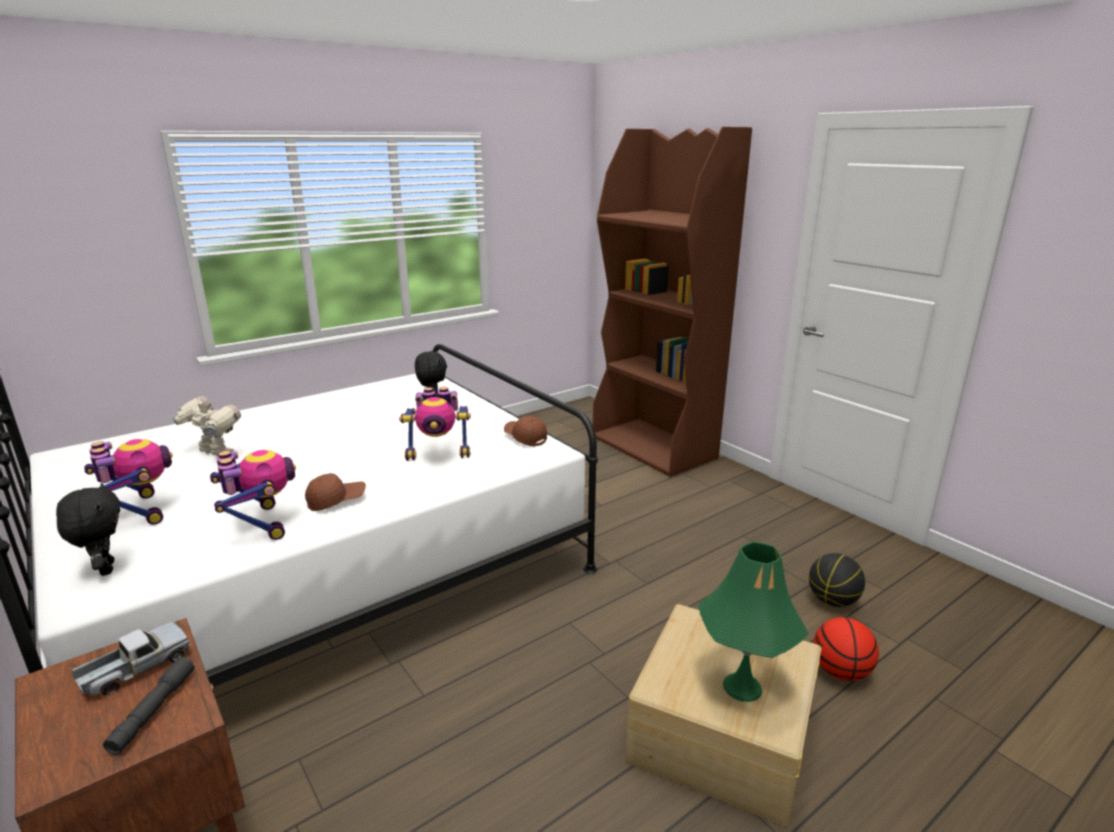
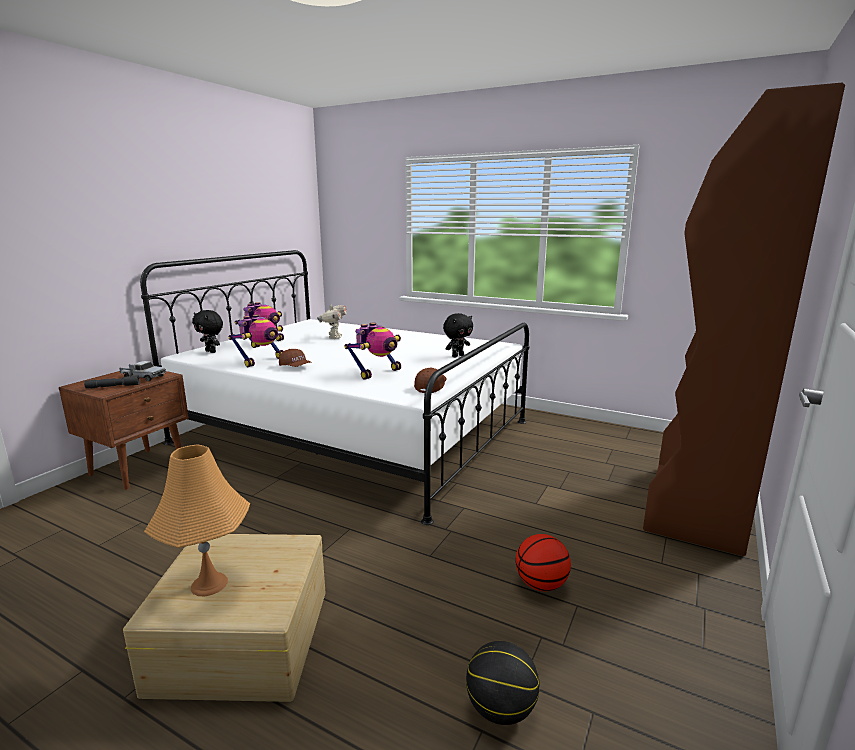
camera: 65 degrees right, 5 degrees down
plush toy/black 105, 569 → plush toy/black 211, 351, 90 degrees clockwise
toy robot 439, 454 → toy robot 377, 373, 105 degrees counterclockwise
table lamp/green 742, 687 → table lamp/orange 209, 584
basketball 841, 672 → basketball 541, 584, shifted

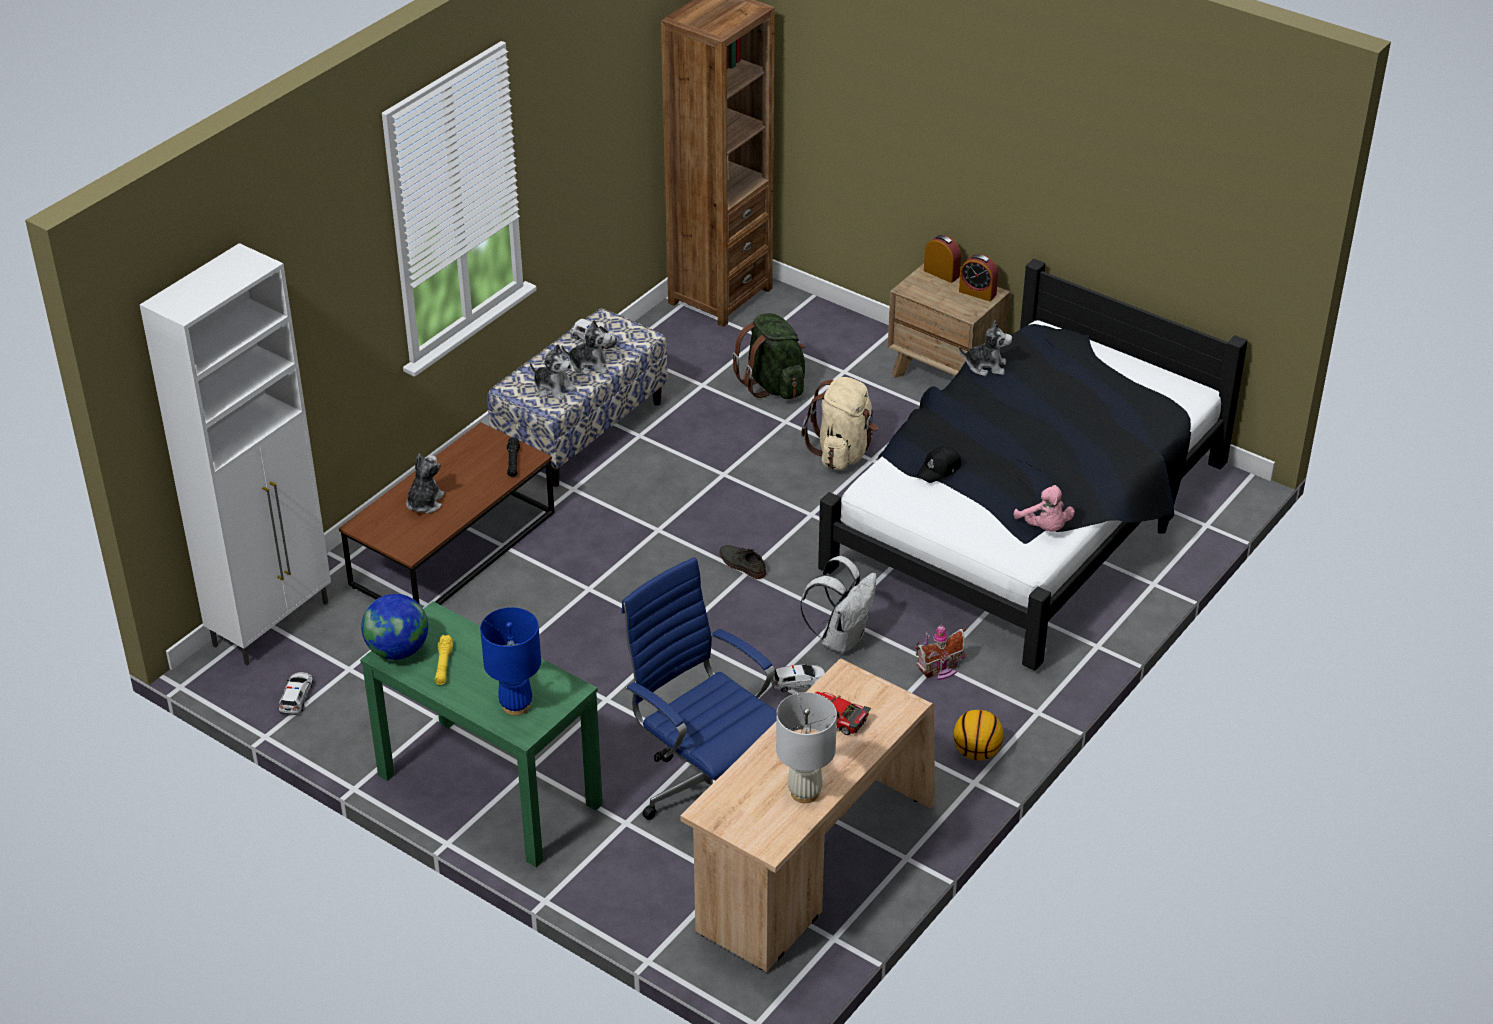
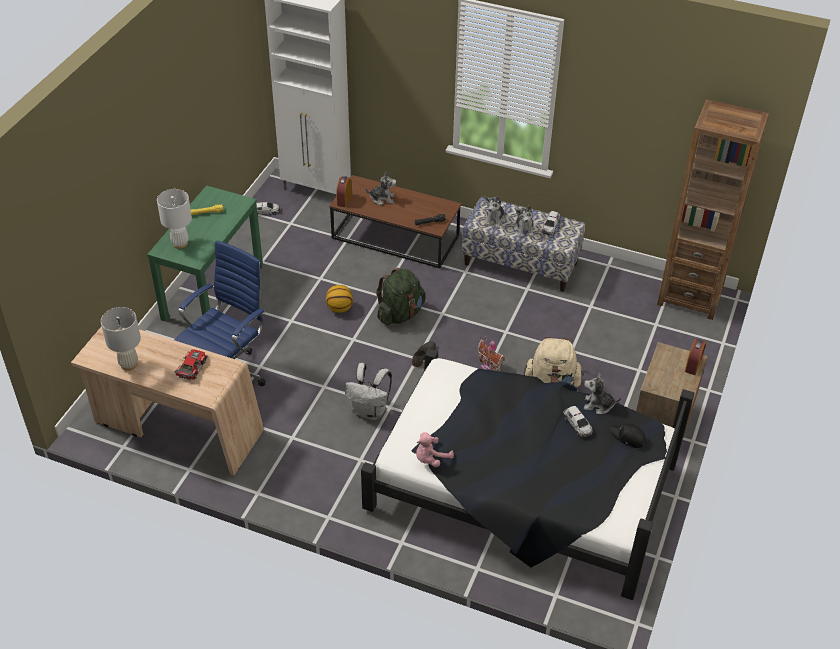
camera: 75 degrees right, 5 degrees up
globe 398, 650 → -
table lamp/blue 516, 706 → table lamp/white 180, 243
backpack/green 773, 385 → backpack/green 400, 314, shifted
toy car 798, 682 → toy car 577, 424, shifted
toy house 940, 670 → toy house 489, 366, shifted
cap/black 939, 469 → cap/black 628, 437, shifted
basketball 976, 752 → basketball 339, 308, shifted
alarm clock 977, 293 → alarm clock 344, 200, shifted
plush toy 985, 366 → plush toy 598, 405, 105 degrees clockwise

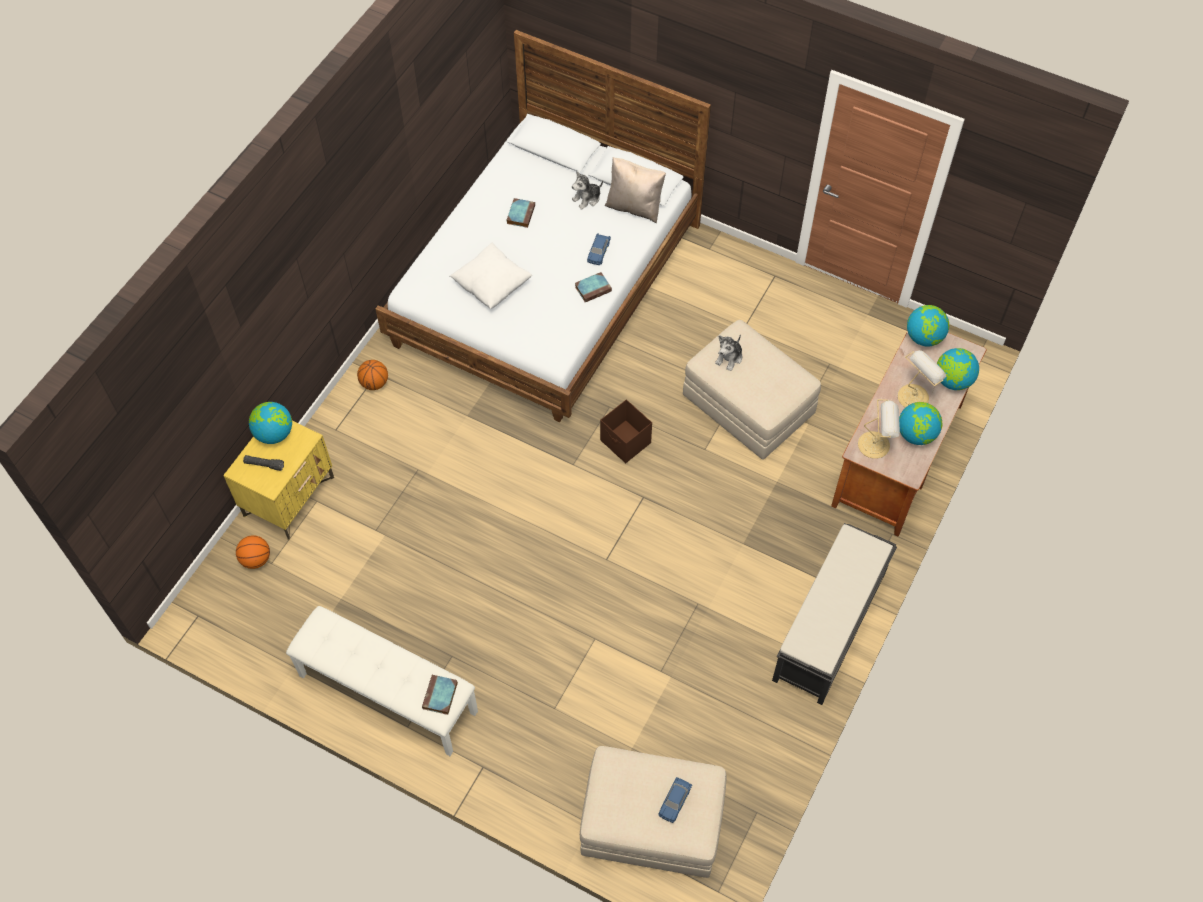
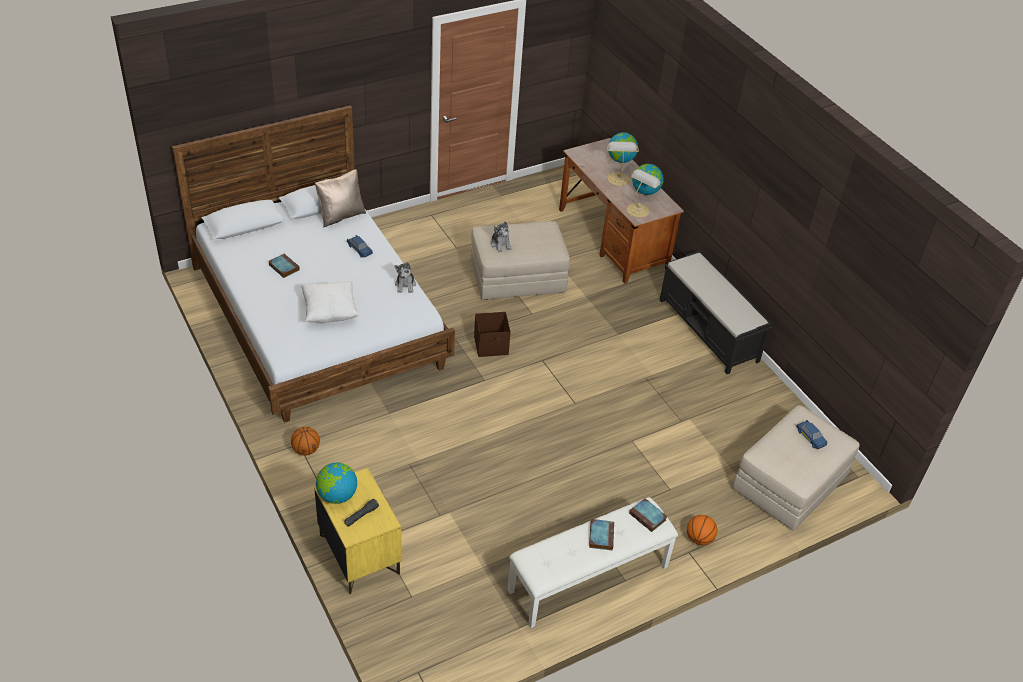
camera: 60 degrees left, 15 degrees down
basketball 256, 559 → basketball 699, 538, shifted
plush toy 587, 199 → plush toy 405, 285, shifted
book 593, 288 → book 601, 535, shifted
globe 924, 337 → -

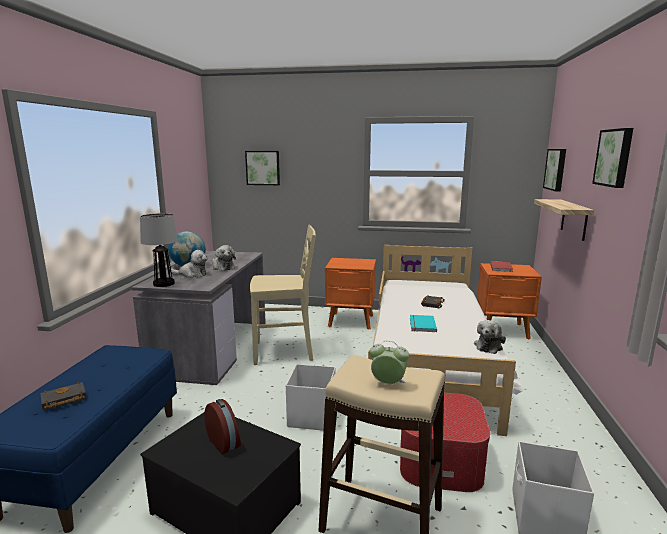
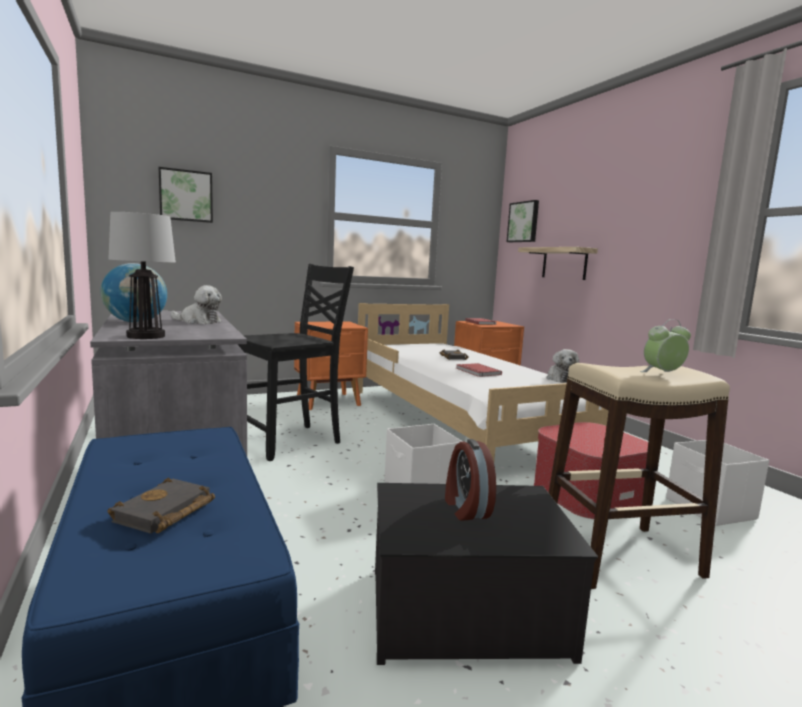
camera: 35 degrees left, 5 degrees down
plush toy 192, 274 → -
alarm clock 224, 442 → alarm clock 465, 508, 120 degrees counterclockwise
chair/beige 285, 352 → chair/black 291, 441
book/turquoise 421, 325 → book/red 477, 372
picture 615, 157 → -

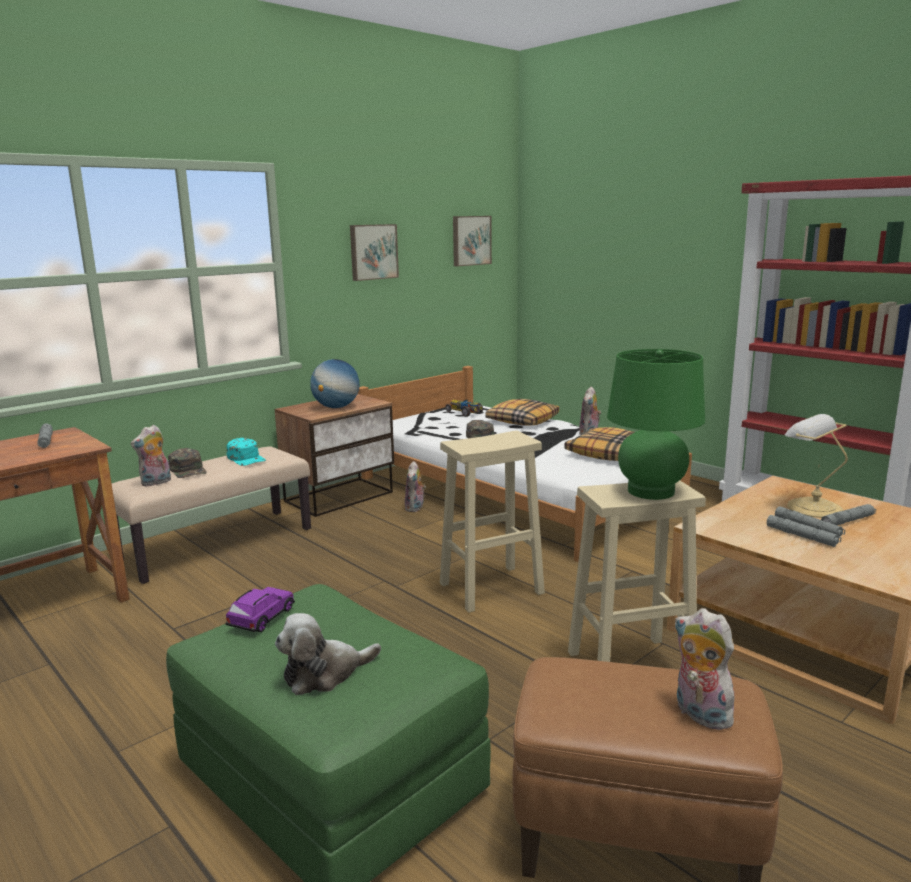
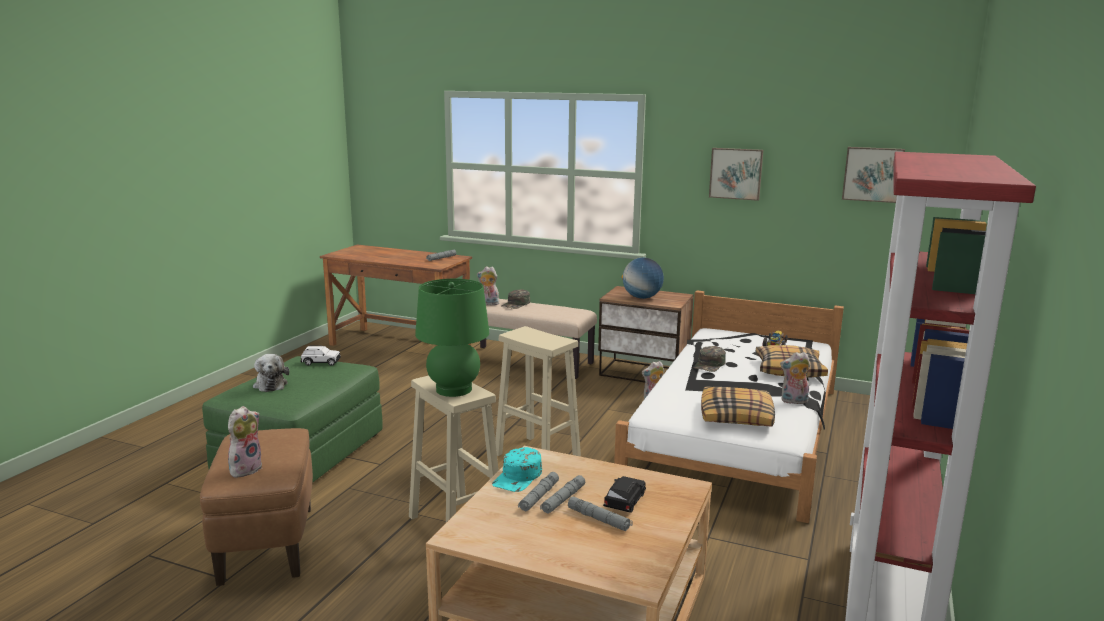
camera: 65 degrees right, 0 degrees up
toy car/purple 261, 618 → toy car/white 321, 362
cap/turquoise 246, 458 → cap/turquoise 518, 477, shifted
plush toy 325, 674 → plush toy 270, 384, 150 degrees counterclockwise
table lamp 811, 507 → toy car/black 624, 502

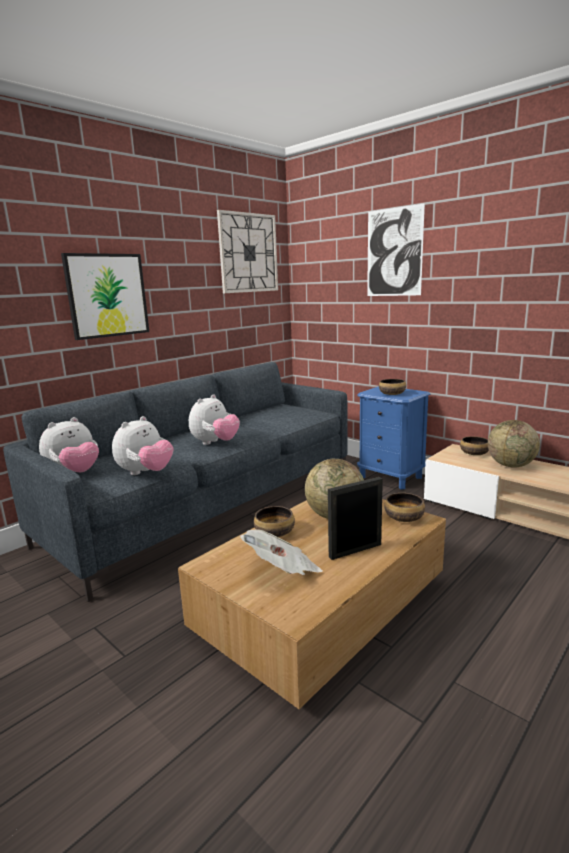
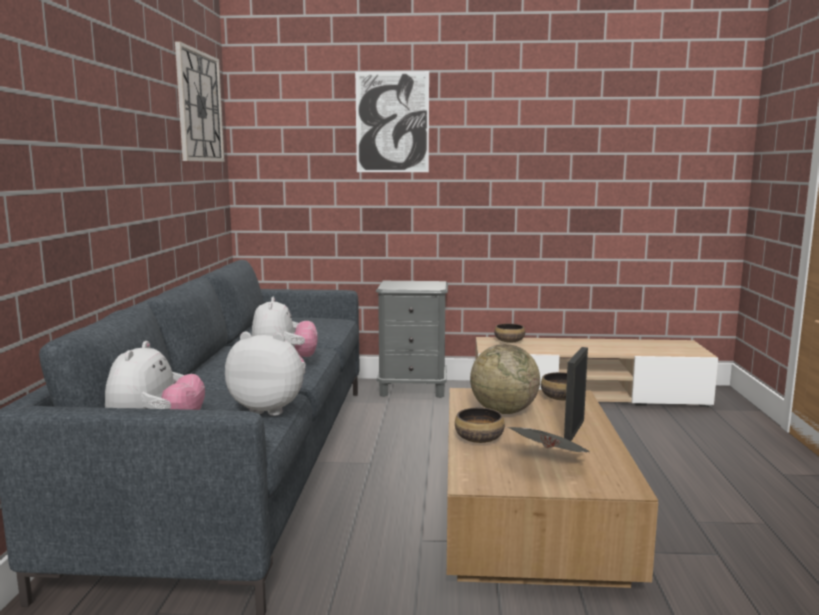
camera: 40 degrees left, 5 degrees down
picture 107, 295 → -
plush toy 145, 473 → plush toy 270, 409, 75 degrees counterclockwise
nightstand/blue 390, 477 → nightstand/grey 413, 389
bowl 392, 394 → -
globe 511, 465 → -

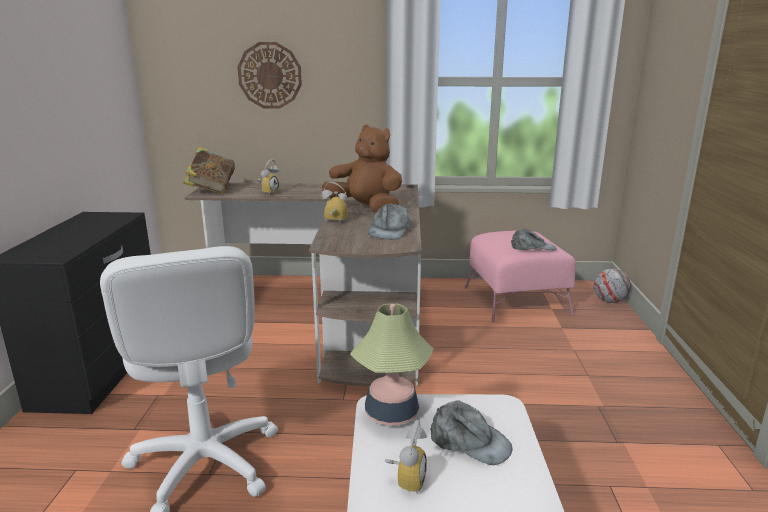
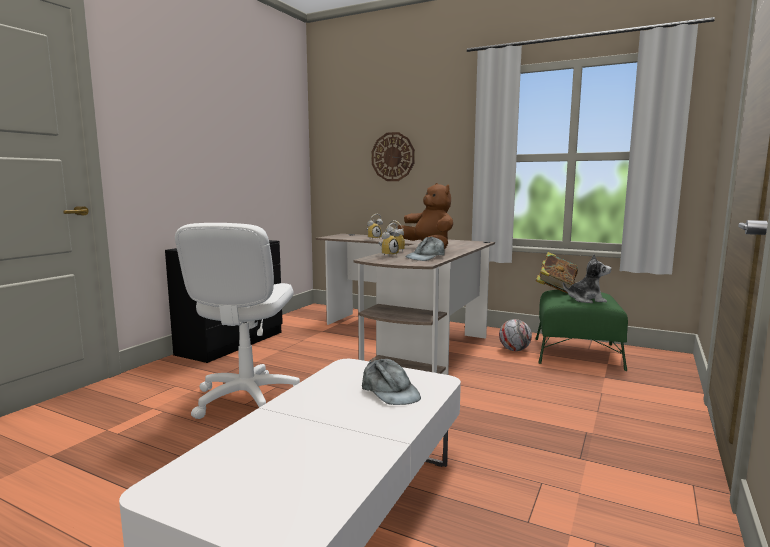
camera: 25 degrees right, 10 degrees down
book 211, 190 → book 556, 289, shifted
table lamp 392, 413 → -
alarm clock 406, 480 → alarm clock 388, 255, shifted
ottoman/pink 516, 300 → ottoman/green 577, 353
cap/grey 532, 247 → plush toy 586, 300
football 609, 301 → football 514, 350, shifted

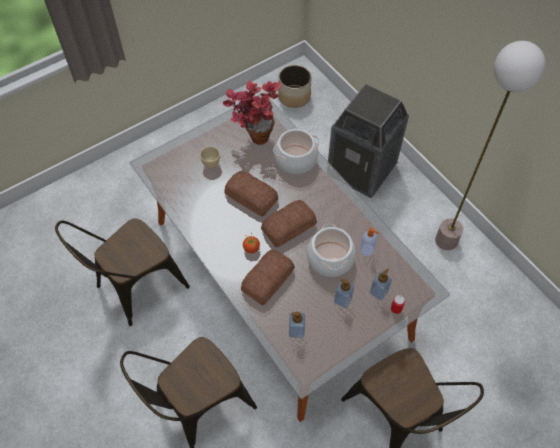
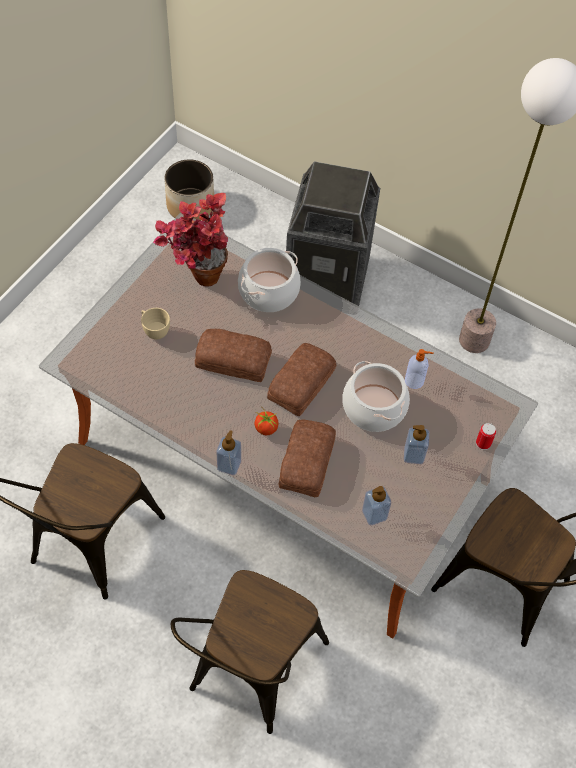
camera: 25 degrees left, 0 degrees up
soap dispenser 378, 292 → soap dispenser 229, 465, shifted

